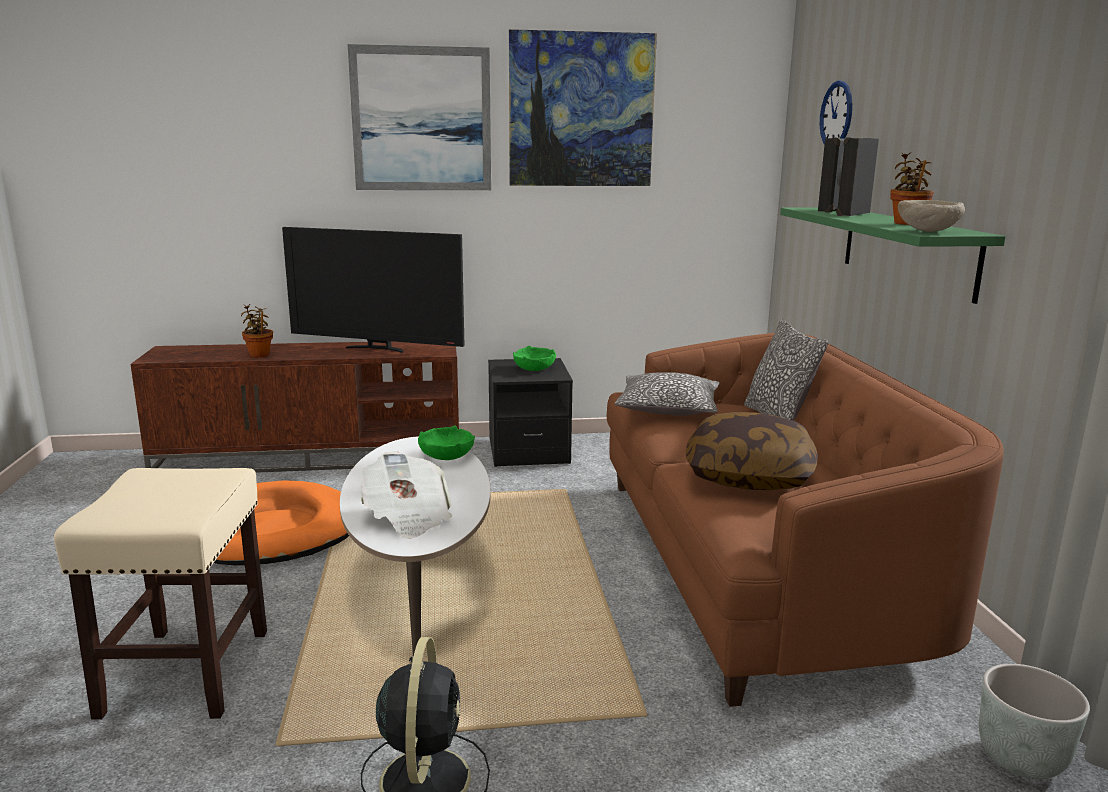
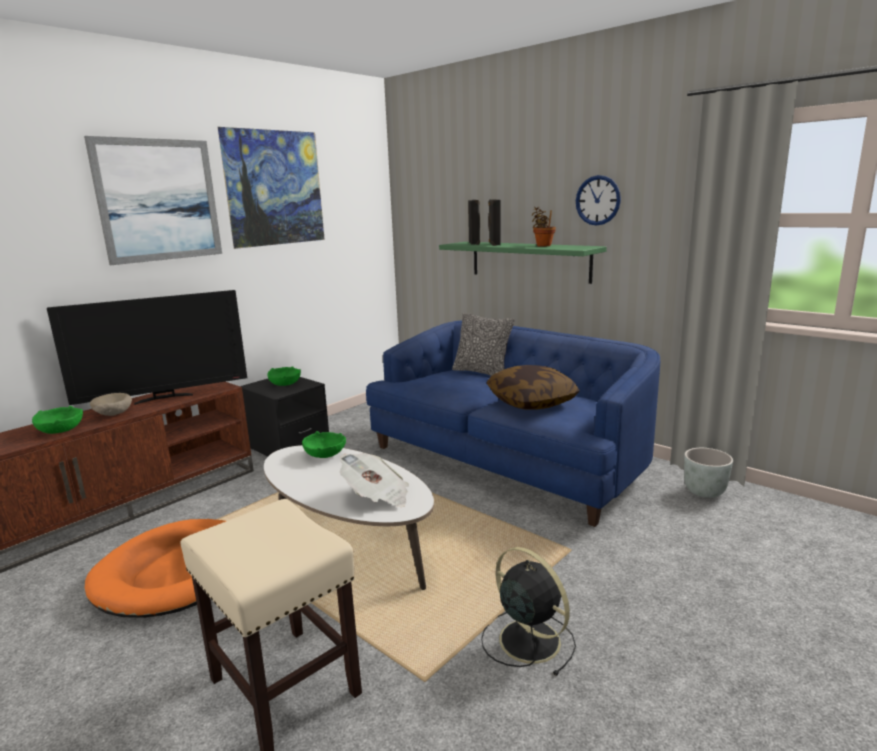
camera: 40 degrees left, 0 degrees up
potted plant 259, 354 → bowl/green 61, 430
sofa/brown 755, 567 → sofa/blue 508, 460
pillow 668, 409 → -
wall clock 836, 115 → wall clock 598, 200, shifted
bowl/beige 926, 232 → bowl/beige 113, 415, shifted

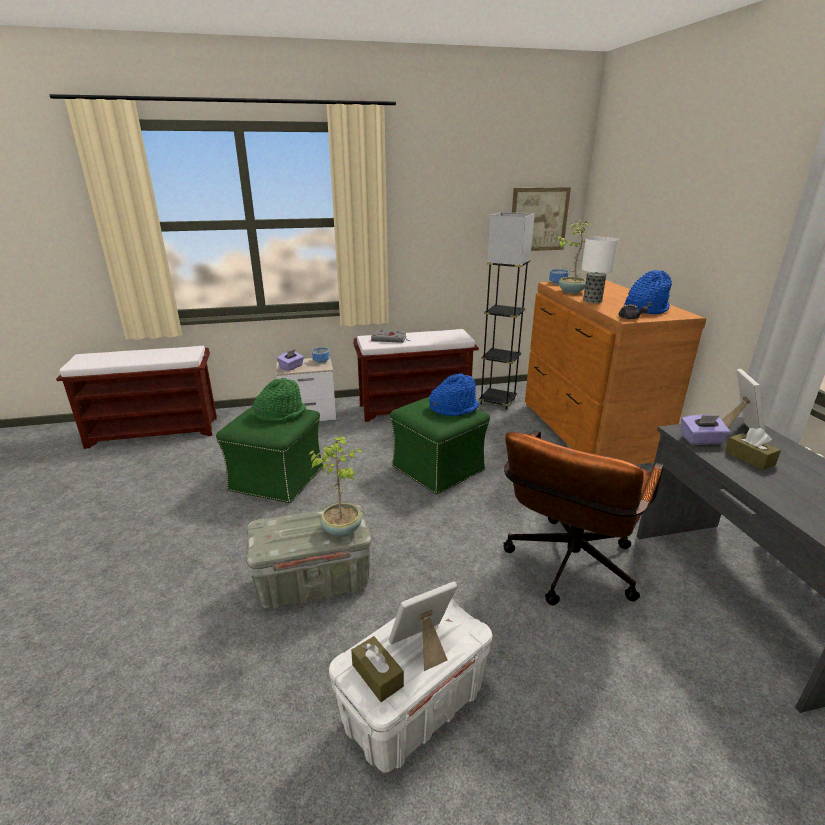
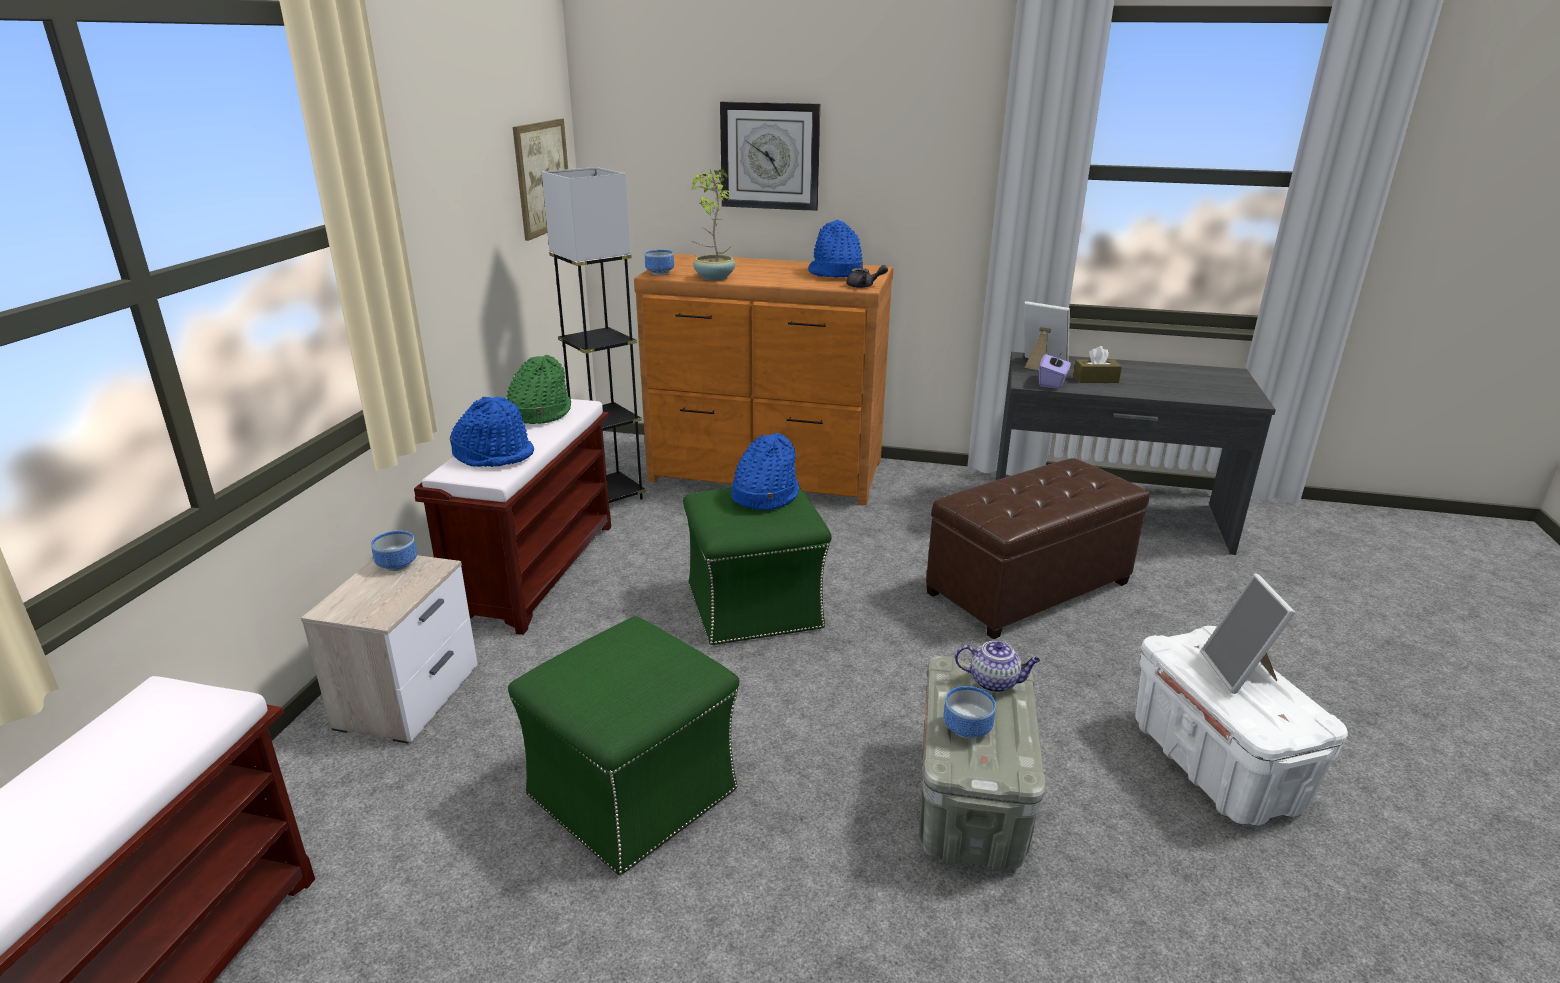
camera: 65 degrees left, 0 degrees up
hat/green 281, 413 → hat/green 539, 413, shifted
tissue box/purple 291, 367 → -
potted plant 342, 528 → teapot 995, 682
tissue box/brown 377, 675 → -
book/grey 390, 339 → hat/blue 495, 455
office chair/brown 567, 569 → ottoman/brown 1029, 588
table lamp 592, 301 → -
- → wall clock 770, 156
- → bowl 968, 730

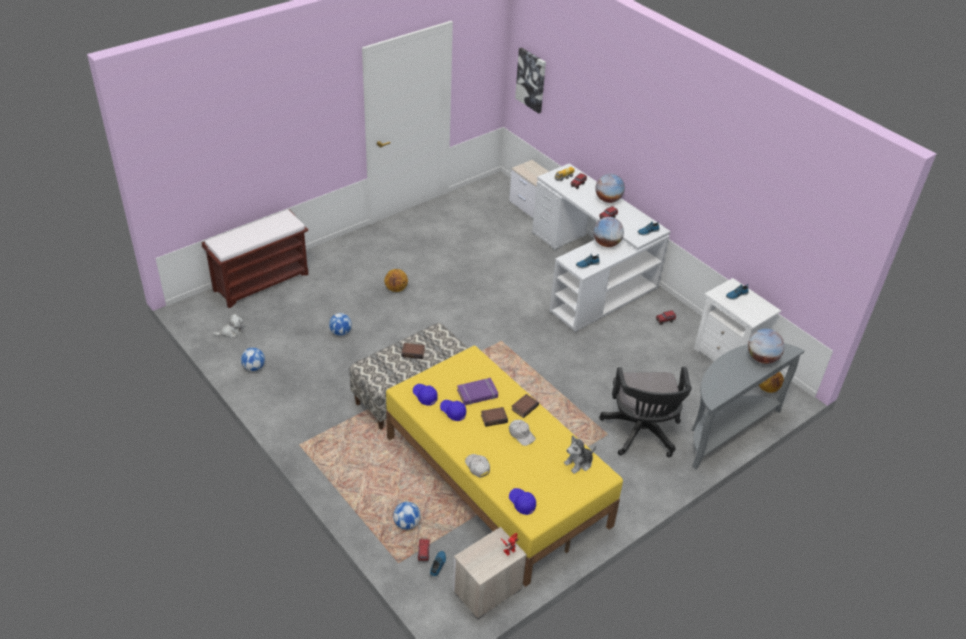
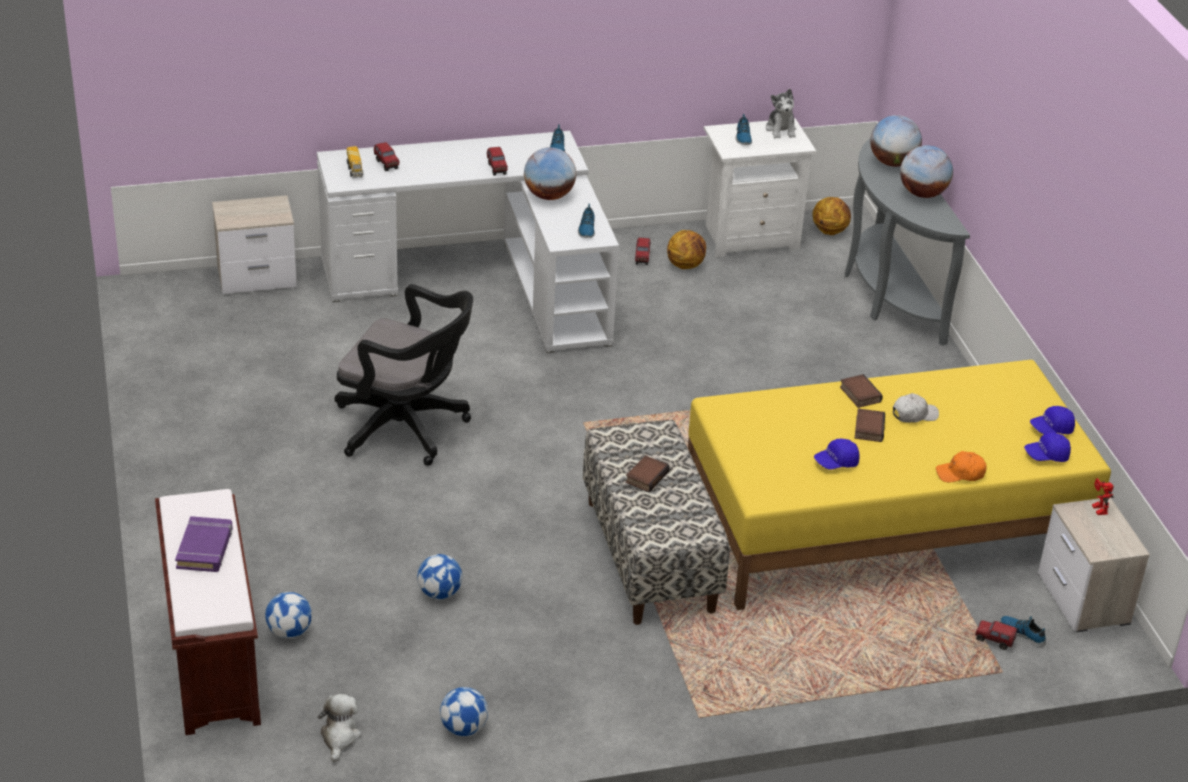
camera: 65 degrees left, 5 degrees down
basketball 396, 289 → basketball 686, 265, shifted
football 407, 523 → football 289, 631, shifted
cap/blue 425, 396 → cap/blue 1051, 429, shifted
book/purple 477, 394 → book/purple 205, 549, shifted
cap/white 477, 467 → cap/orange 960, 473
picture 531, 80 → -
plush toy 579, 463 → plush toy 781, 129, shifted
globe 608, 200 → globe 922, 194, shifted
office chair/black 641, 434 → office chair/black 407, 429, shifted

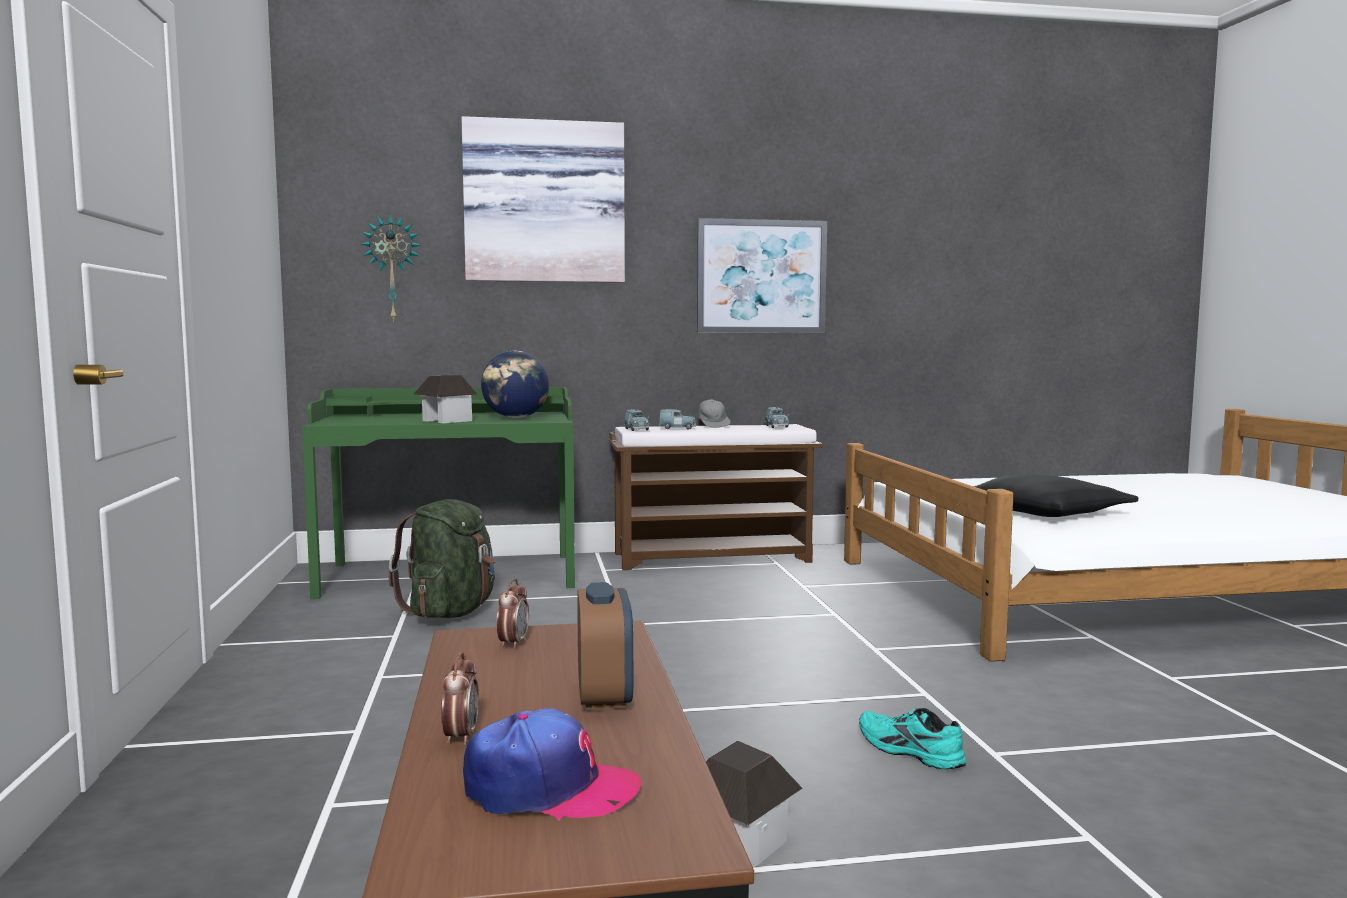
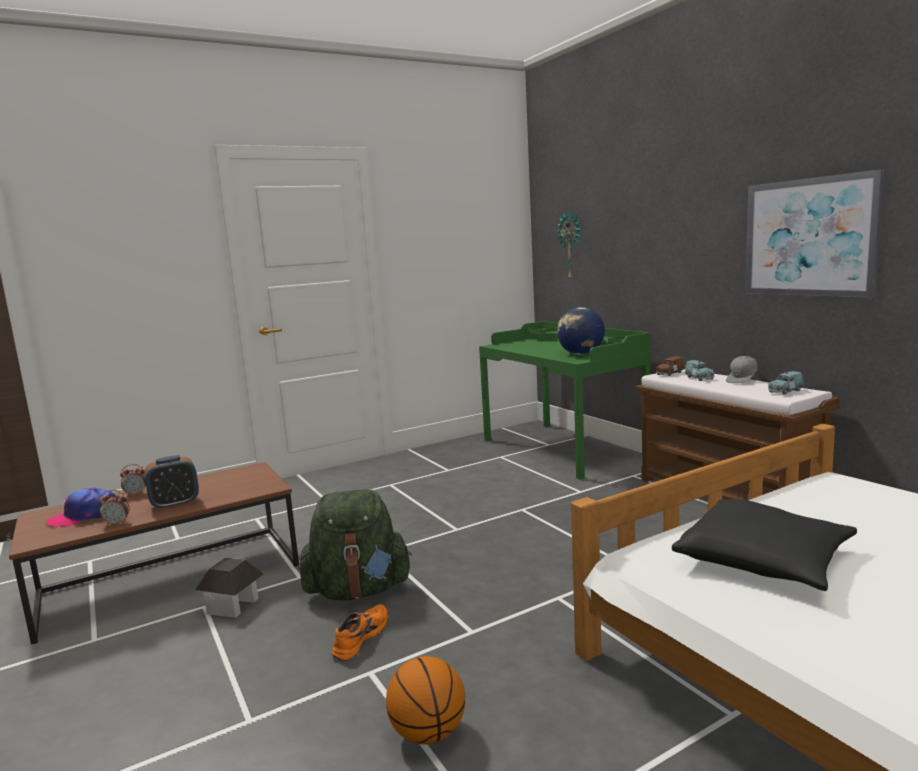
camera: 70 degrees right, 5 degrees up
backpack/green 451, 612 → backpack/green 358, 590, shifted
toy house 446, 421 → -
picture 544, 203 → -
cap 549, 789 → cap 85, 516, 75 degrees clockwise
alarm clock 513, 644 → alarm clock 117, 523, shifted
toy car/blue 636, 429 → toy car/brown 669, 373
shoe/turquoise 907, 751 → shoe/orange 359, 637
- → basketball 428, 733

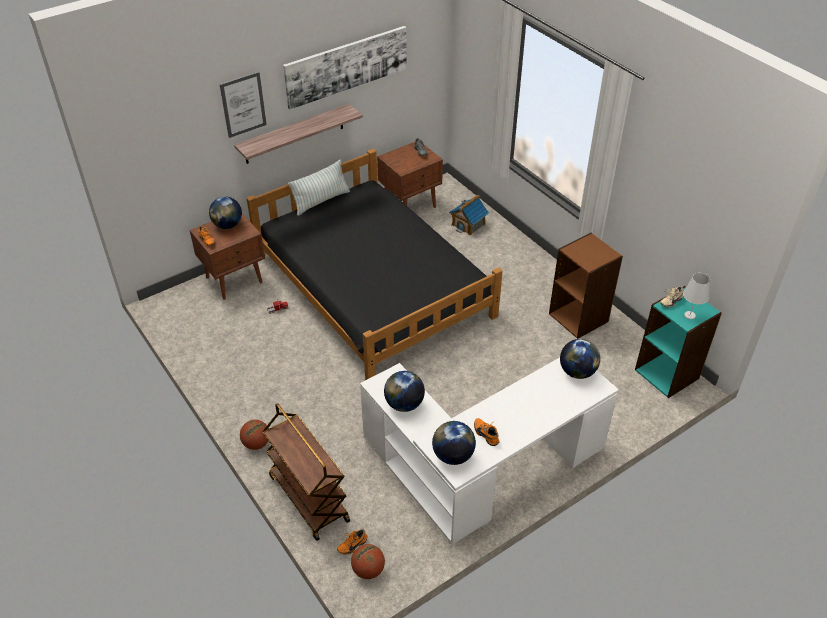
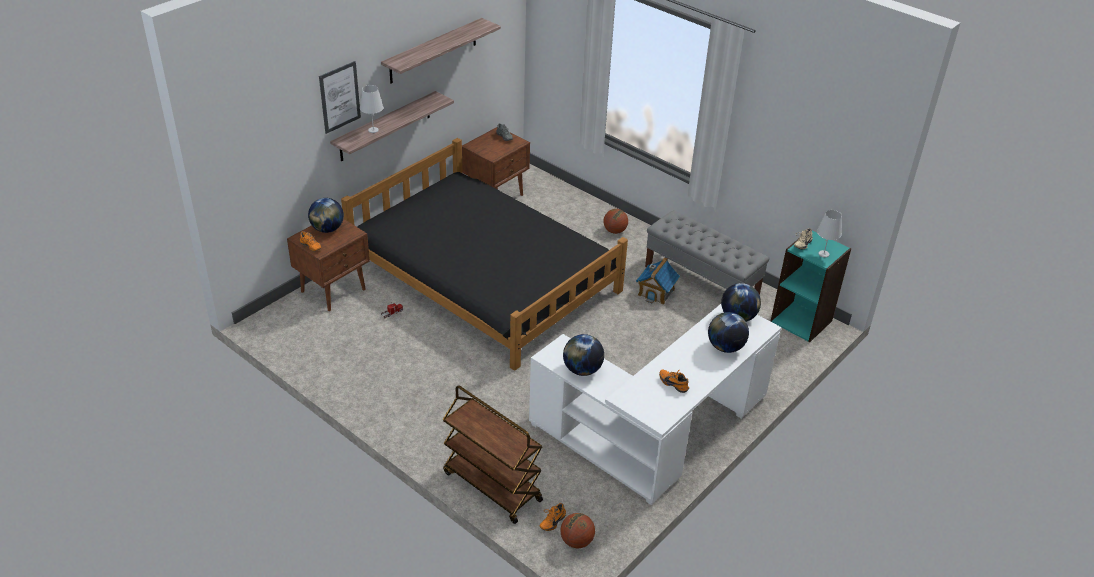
camera: 15 degrees left, 5 degrees down
basketball 256, 443 → basketball 615, 231, shifted
picture 346, 66 → shelf 433, 51
pillow 321, 201 → -
globe 453, 455 → globe 725, 347, shifted
toy house 468, 224 → toy house 656, 292, shifted
bookcase/brown 579, 317 → bench/grey 701, 281
- → table lamp/white 373, 130

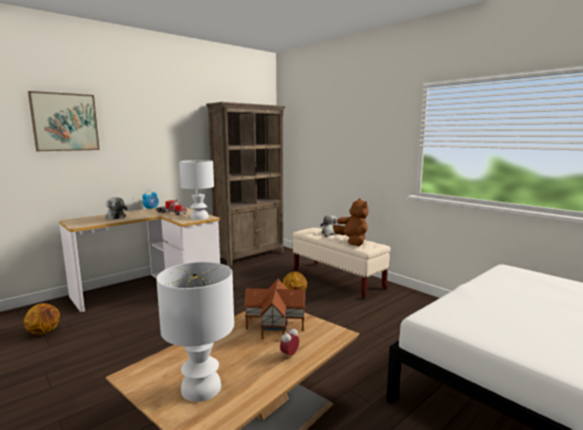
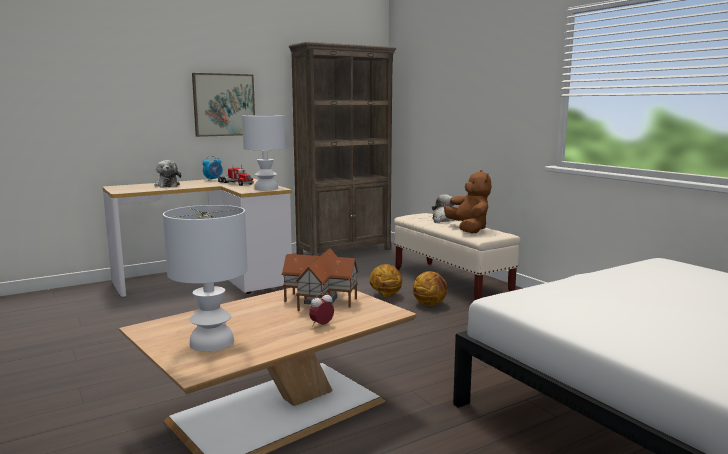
camera: 10 degrees right, 0 degrees up
basketball 44, 332 → basketball 430, 304, shifted
picture 65, 122 → picture 224, 105, shifted

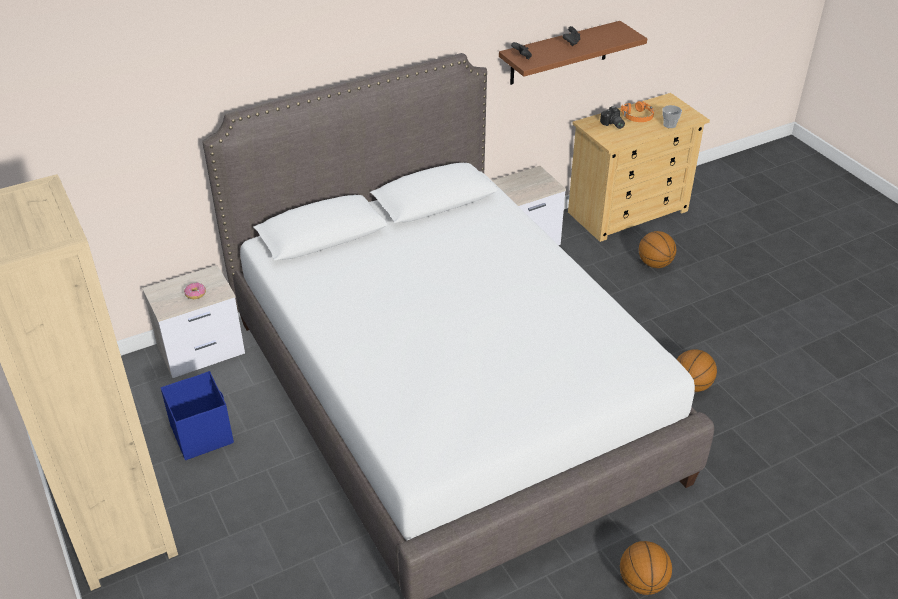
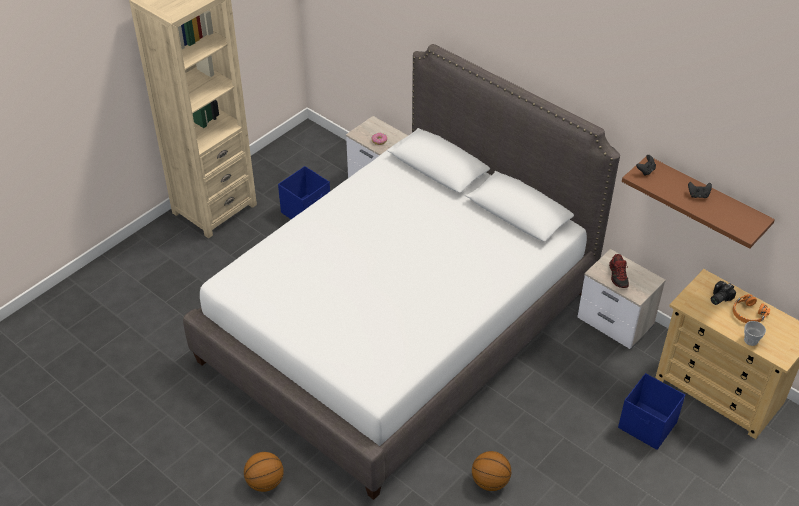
camera: 70 degrees right, 5 degrees up
basketball 654, 264 → storage box/blue 647, 426
- → shoe 619, 276

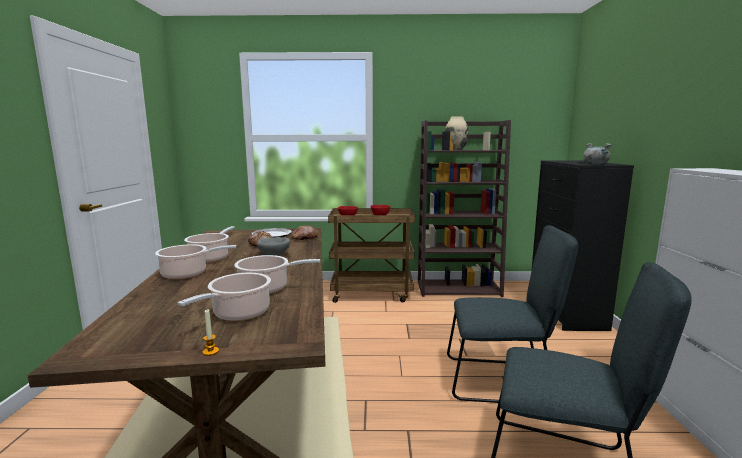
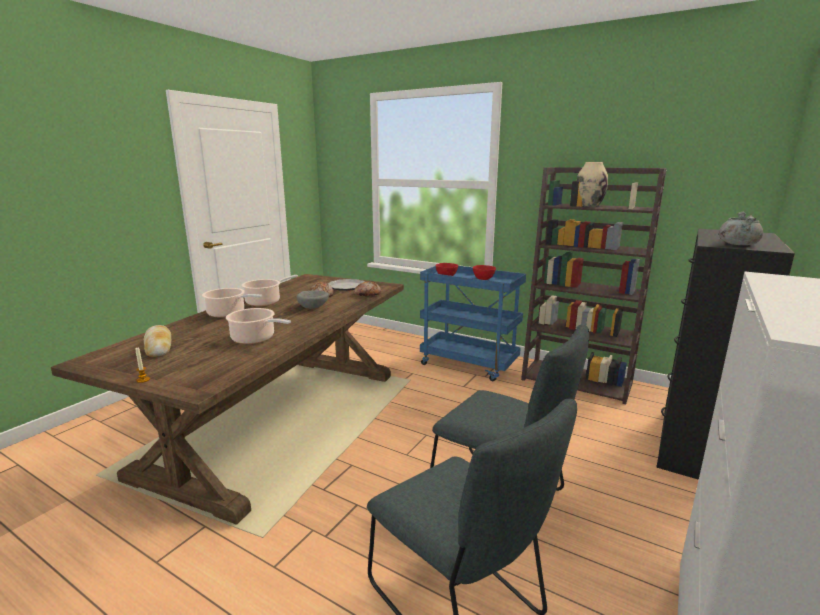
camera: 30 degrees right, 5 degrees up
cooking pot 238, 314 → -
cart/brown 372, 294 → cart/blue 469, 364
- → bread 158, 346

